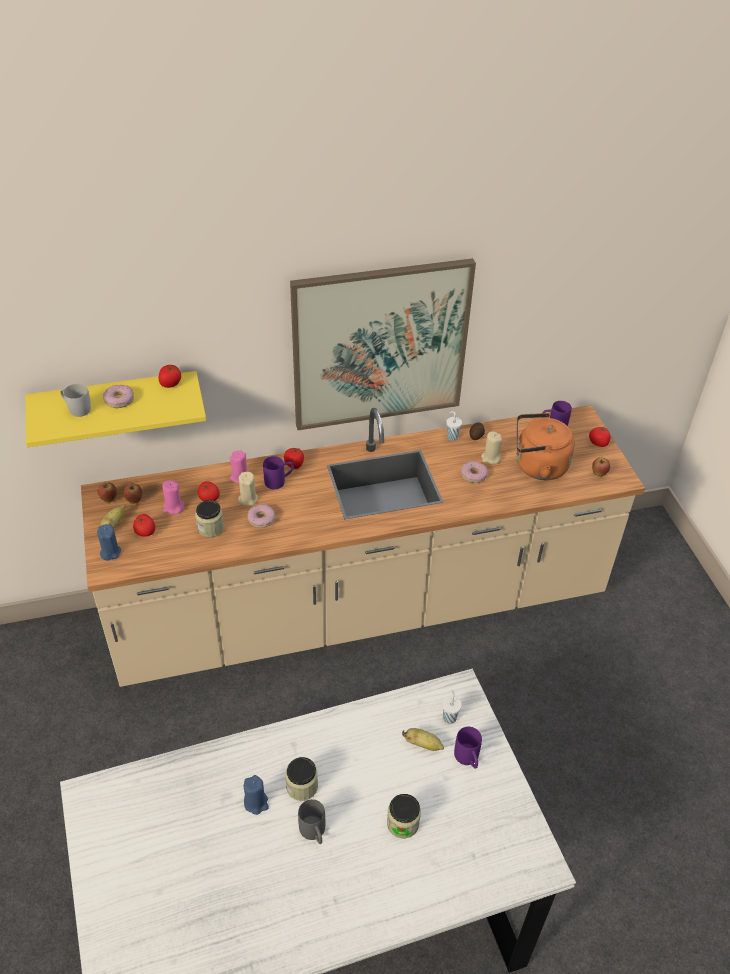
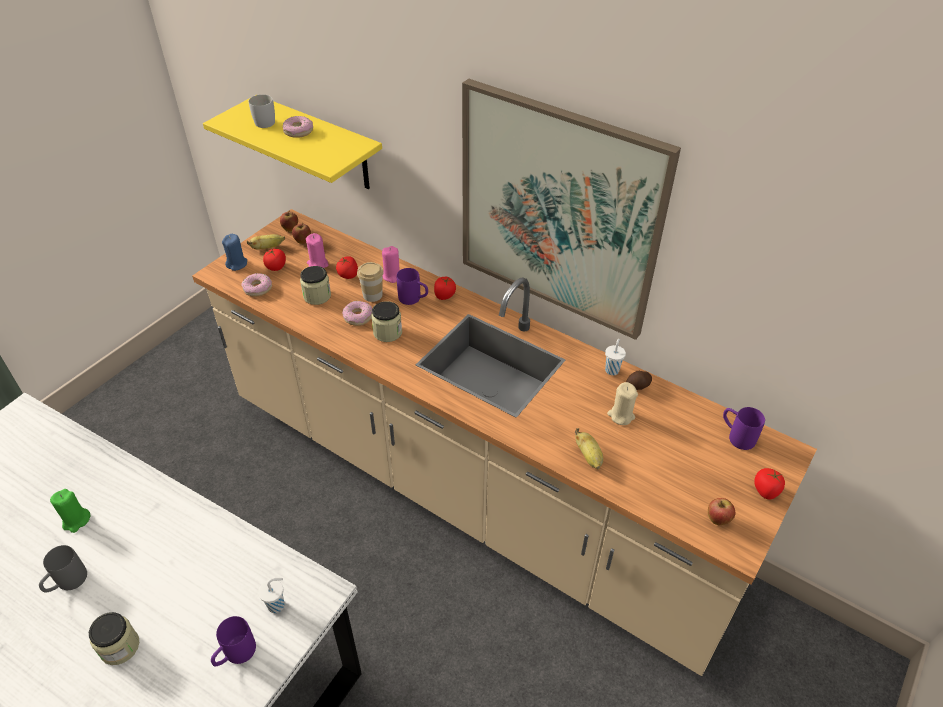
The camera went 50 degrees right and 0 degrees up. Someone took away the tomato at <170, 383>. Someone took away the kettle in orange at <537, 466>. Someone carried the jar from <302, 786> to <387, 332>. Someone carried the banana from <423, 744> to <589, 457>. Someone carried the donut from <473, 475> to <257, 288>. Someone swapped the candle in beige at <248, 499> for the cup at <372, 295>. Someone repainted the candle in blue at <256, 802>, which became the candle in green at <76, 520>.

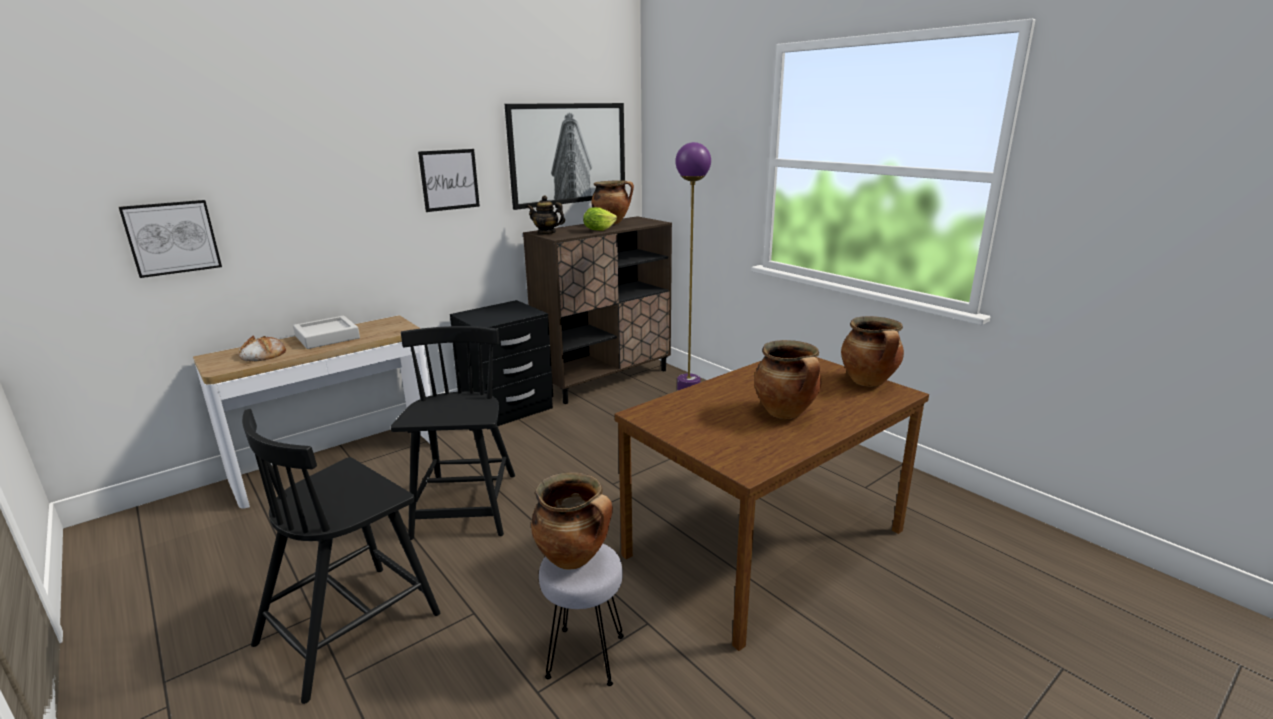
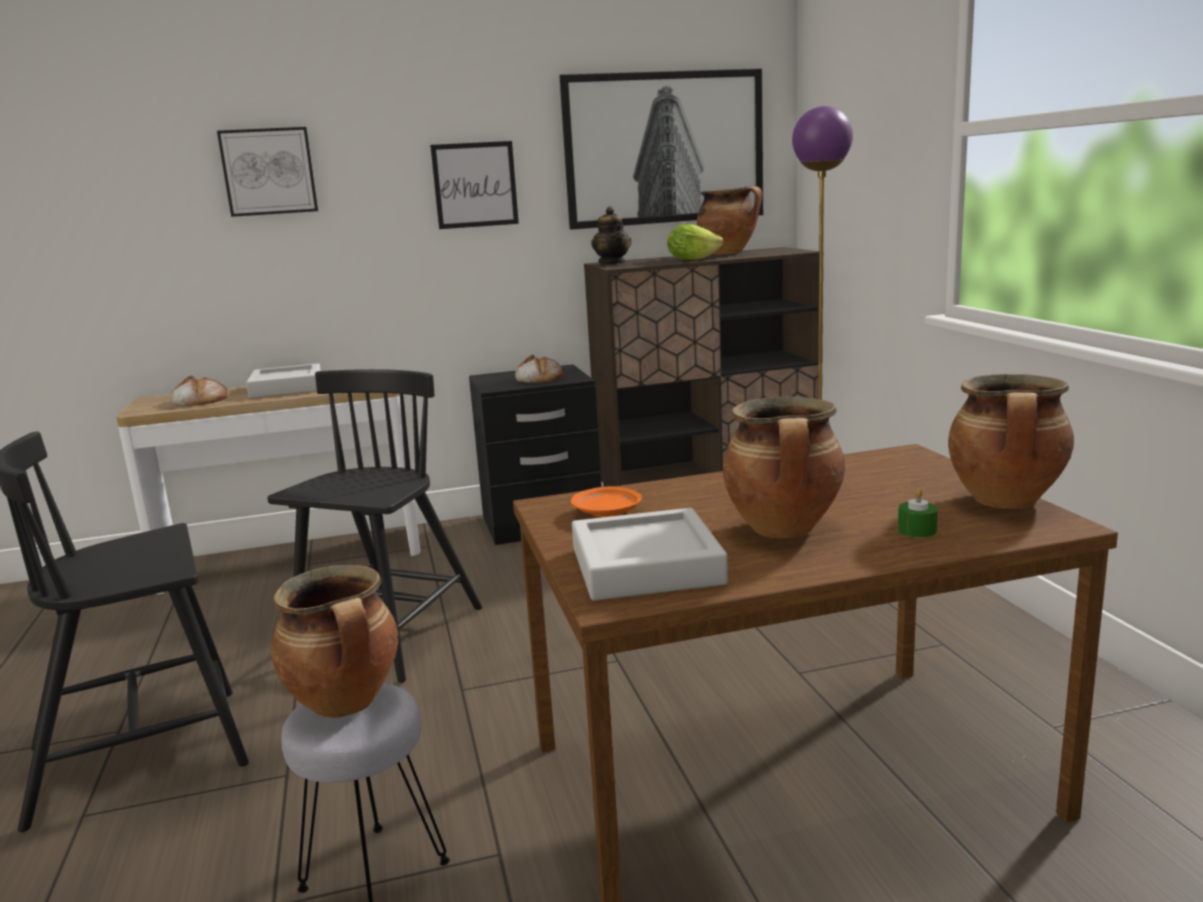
The camera went 25 degrees right and 5 degrees down. Someone put down the bread at <538, 377>. Someone put down the plate in orange at <607, 513>. Someone put down the tray in grey at <646, 566>. Someone put down the candle in green at <917, 530>. Someone carried the picture from <172, 237> to <269, 172>. Someone rotated the teapot at <546, 233> by 150 degrees counterclockwise.

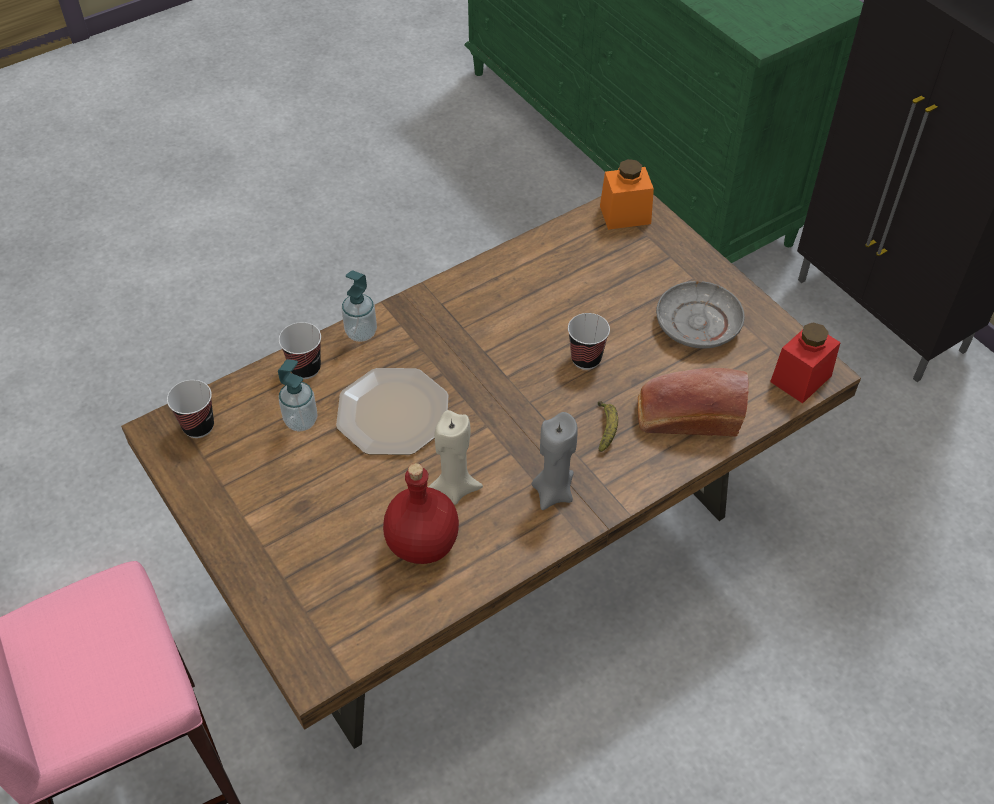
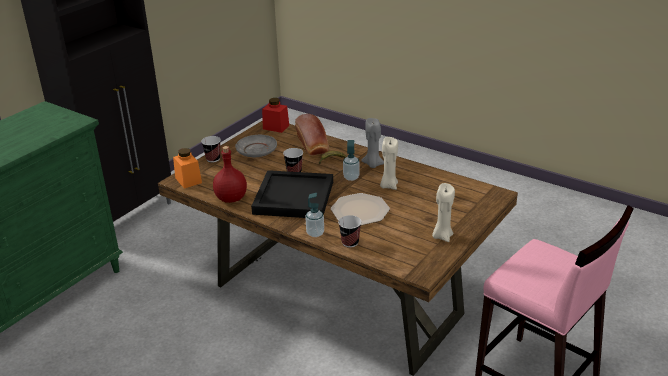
The camera went 110 degrees left and 20 degrees down. Someone put down the tray in black at <293, 197>. Someone put down the candle in beige at <442, 236>. Someone carried the cup from <198, 426> to <213, 159>. Someone carried the soap dispenser from <301, 421> to <351, 177>. Someone carried the bottle in red from <421, 543> to <231, 199>.

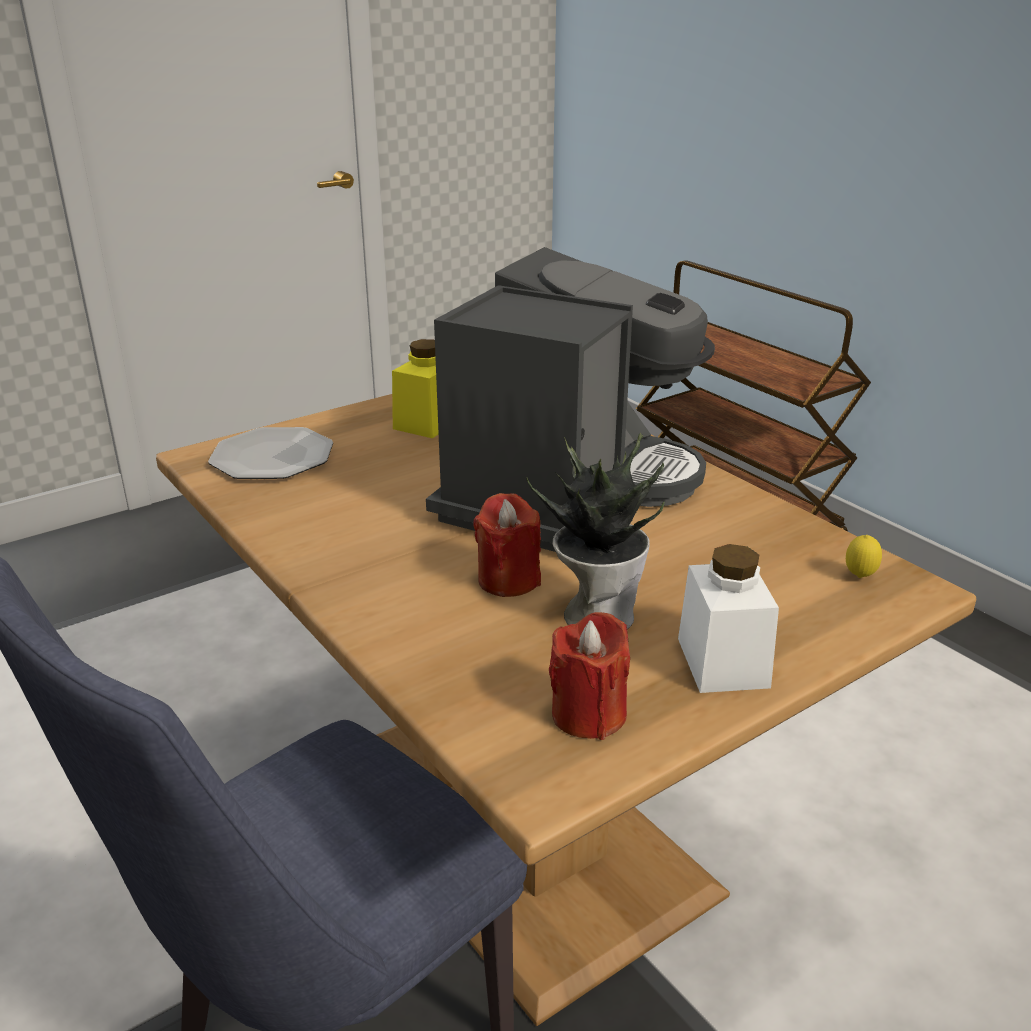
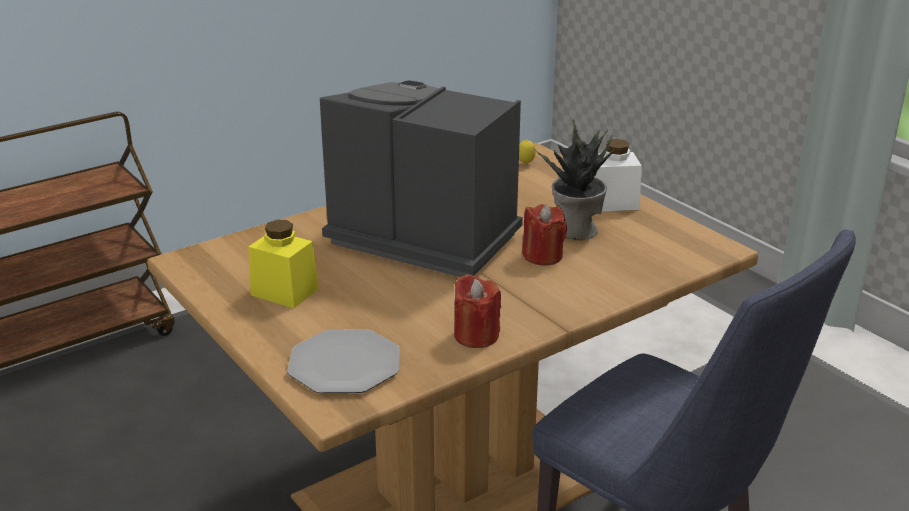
The camera went 90 degrees left and 0 degrees up. Someone carried the candle in red from <588, 714> to <476, 335>.

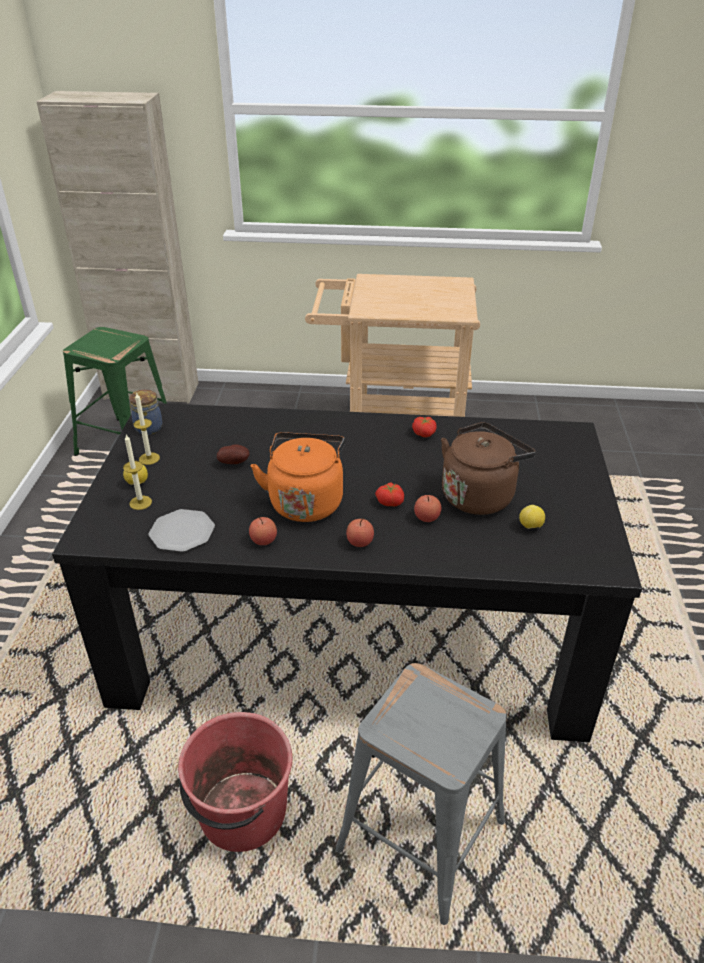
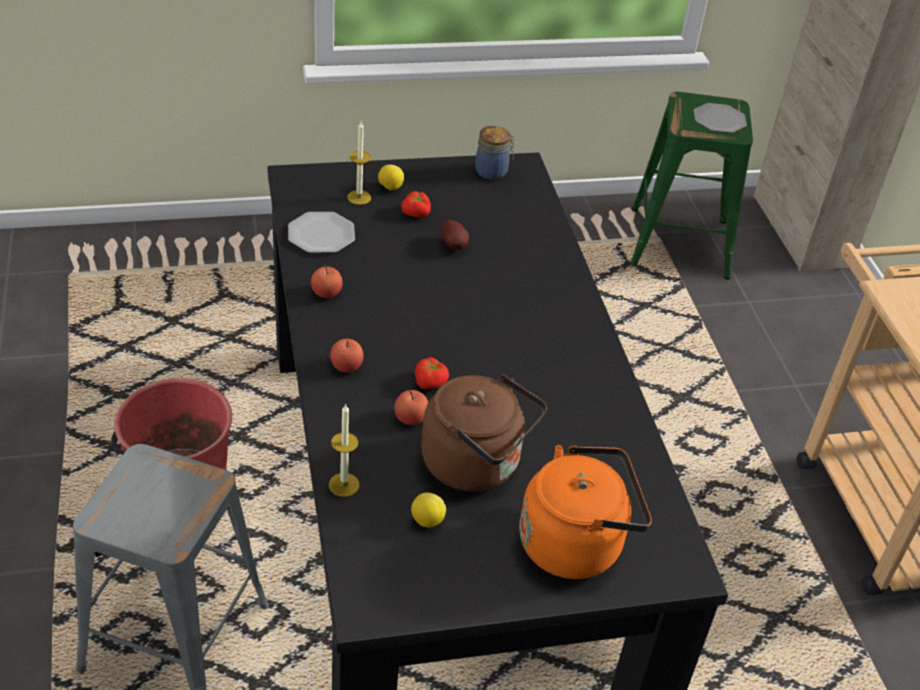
The camera went 70 degrees right and 5 degrees up. Someone put down the plate at <719, 120>. Someone carried the candle from <149, 458> to <344, 484>. Someone carried the kettle in orange from <306, 501> to <576, 543>. Someone carried the tomato from <424, 433> to <416, 213>.

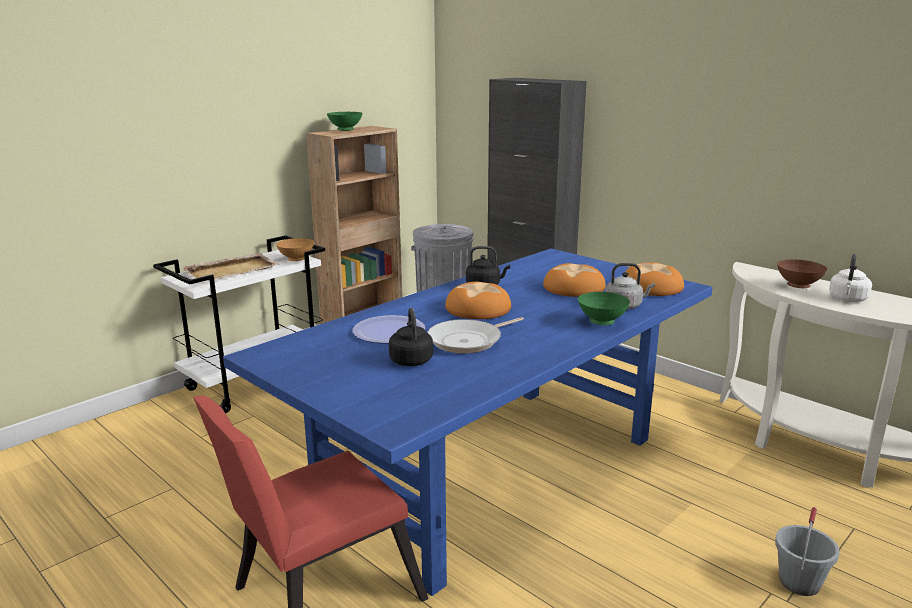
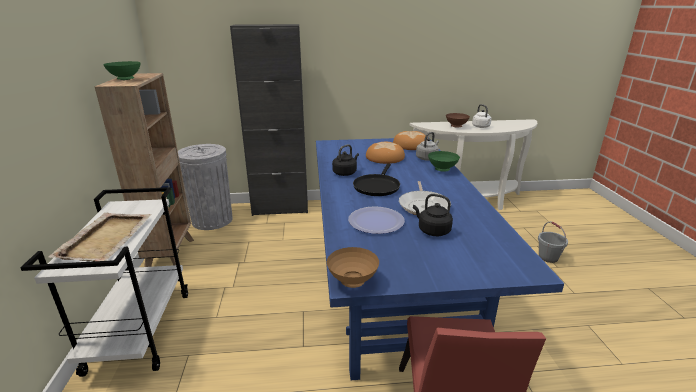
The camera went 50 degrees left and 5 degrees up. Someone carried the bowl in brown from <296, 260> to <353, 282>. Someone swapped the bread at <477, 308> for the frying pan in black at <377, 186>.

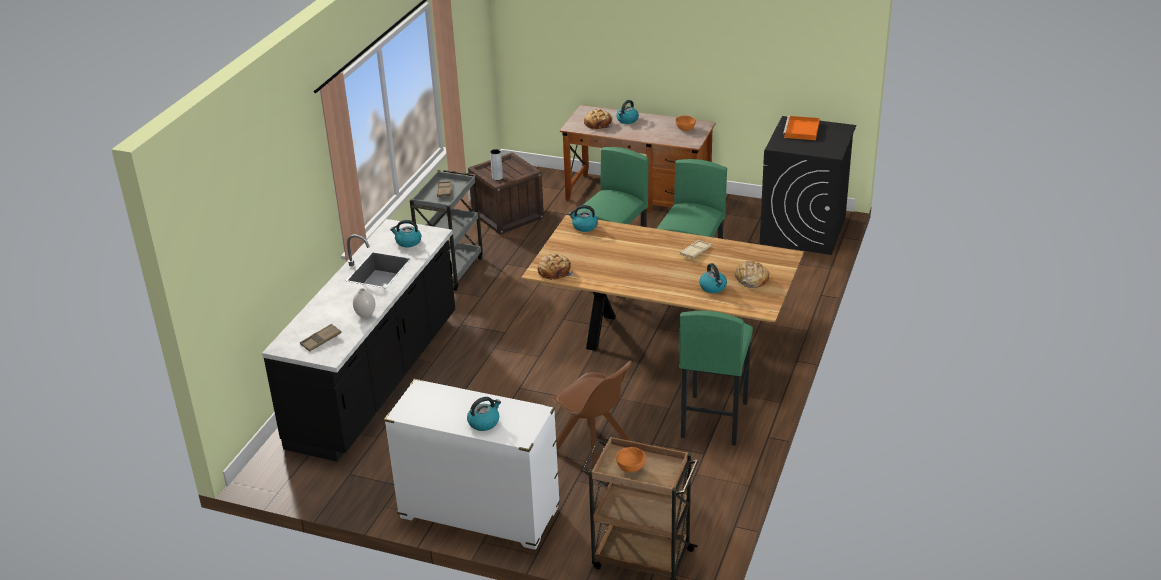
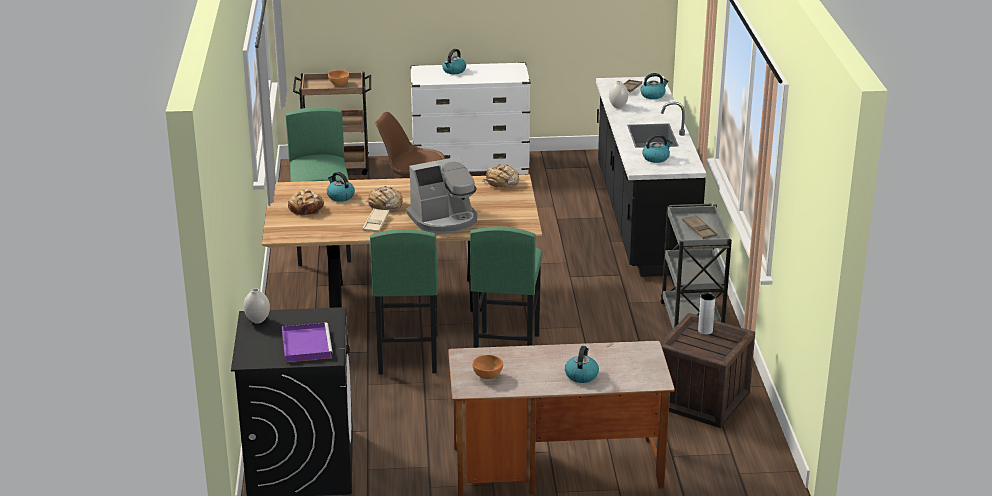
The camera went 155 degrees right and 5 degrees down. Someone put down the vase in white at <258, 320>. Someone put down the coffee machine at <444, 220>. Someone carried the kettle from <584, 226> to <653, 95>. Someone carried the bread from <598, 124> to <385, 205>. Someone repainted the tray in orange at <802, 130>, which became the tray in purple at <305, 344>.

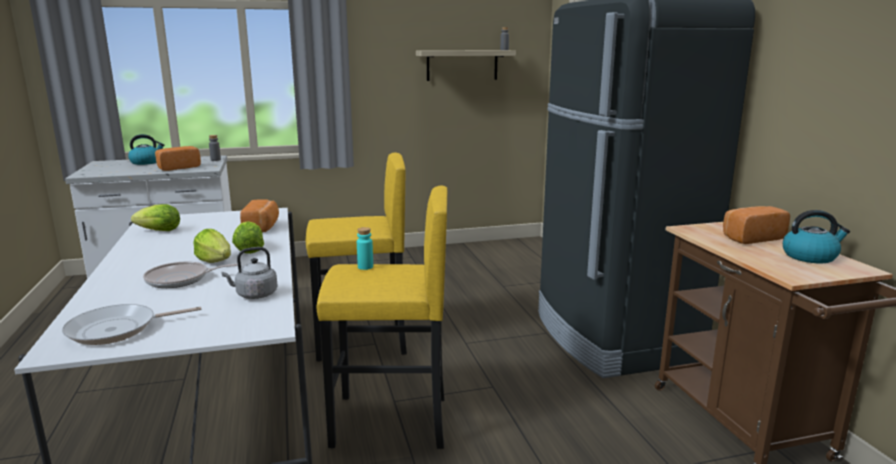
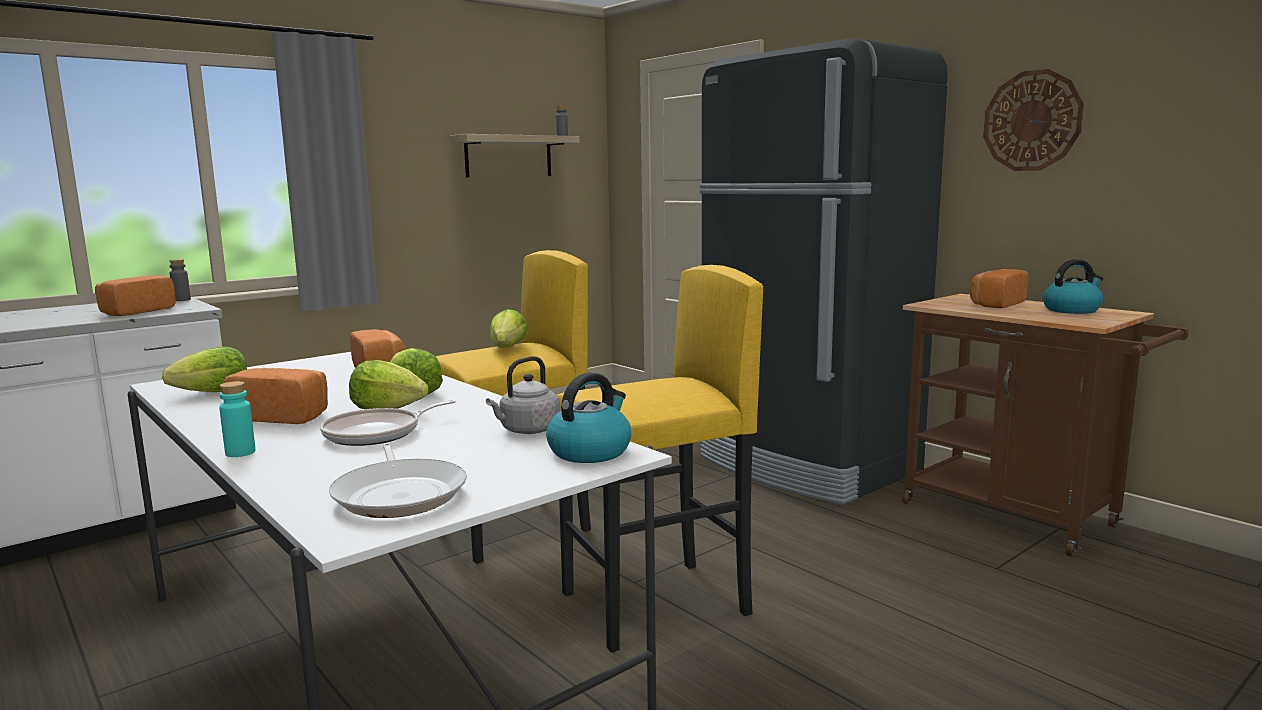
The camera went 25 degrees left and 5 degrees down. Someone put down the bread at <282, 416>. Someone put down the lettuce at <508, 348>. Someone put up the wall clock at <1032, 121>. Someone carried the kettle from <146, 162> to <590, 451>. Someone carried the bottle in turquoise from <365, 267> to <240, 453>. Someone rotated the frying pan at <118, 329> by 60 degrees counterclockwise.

